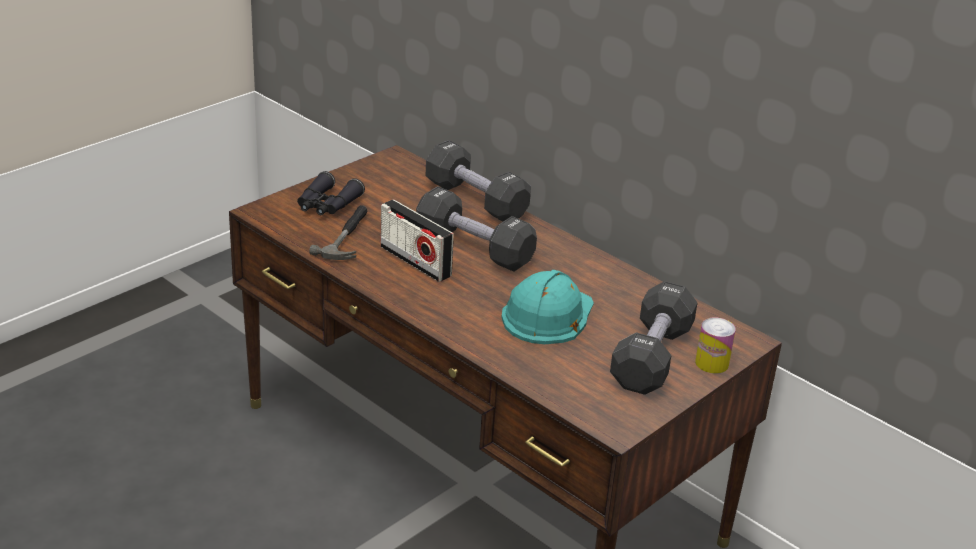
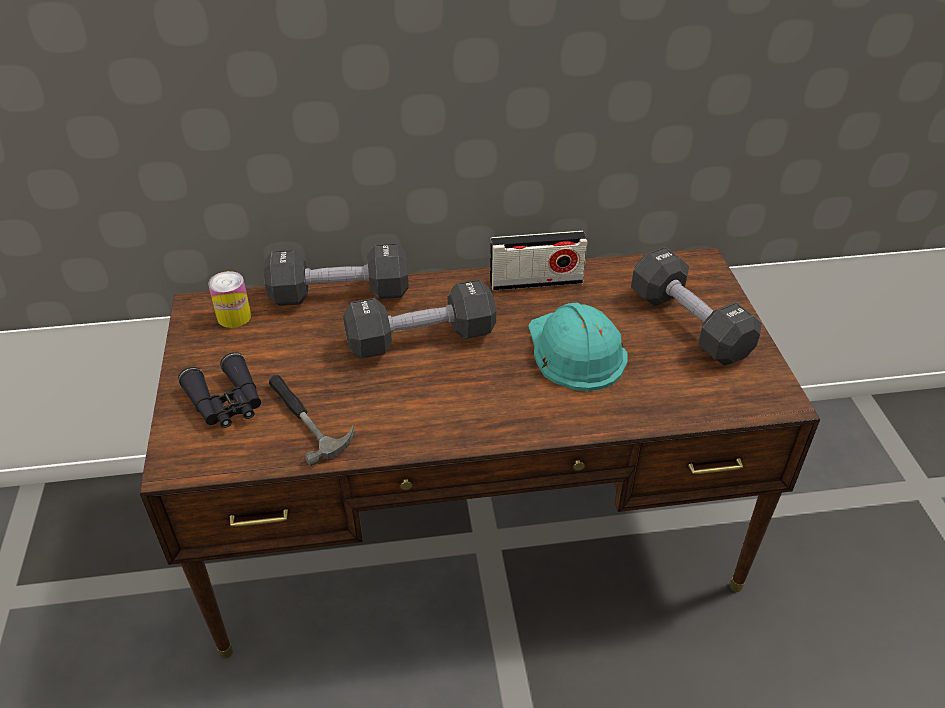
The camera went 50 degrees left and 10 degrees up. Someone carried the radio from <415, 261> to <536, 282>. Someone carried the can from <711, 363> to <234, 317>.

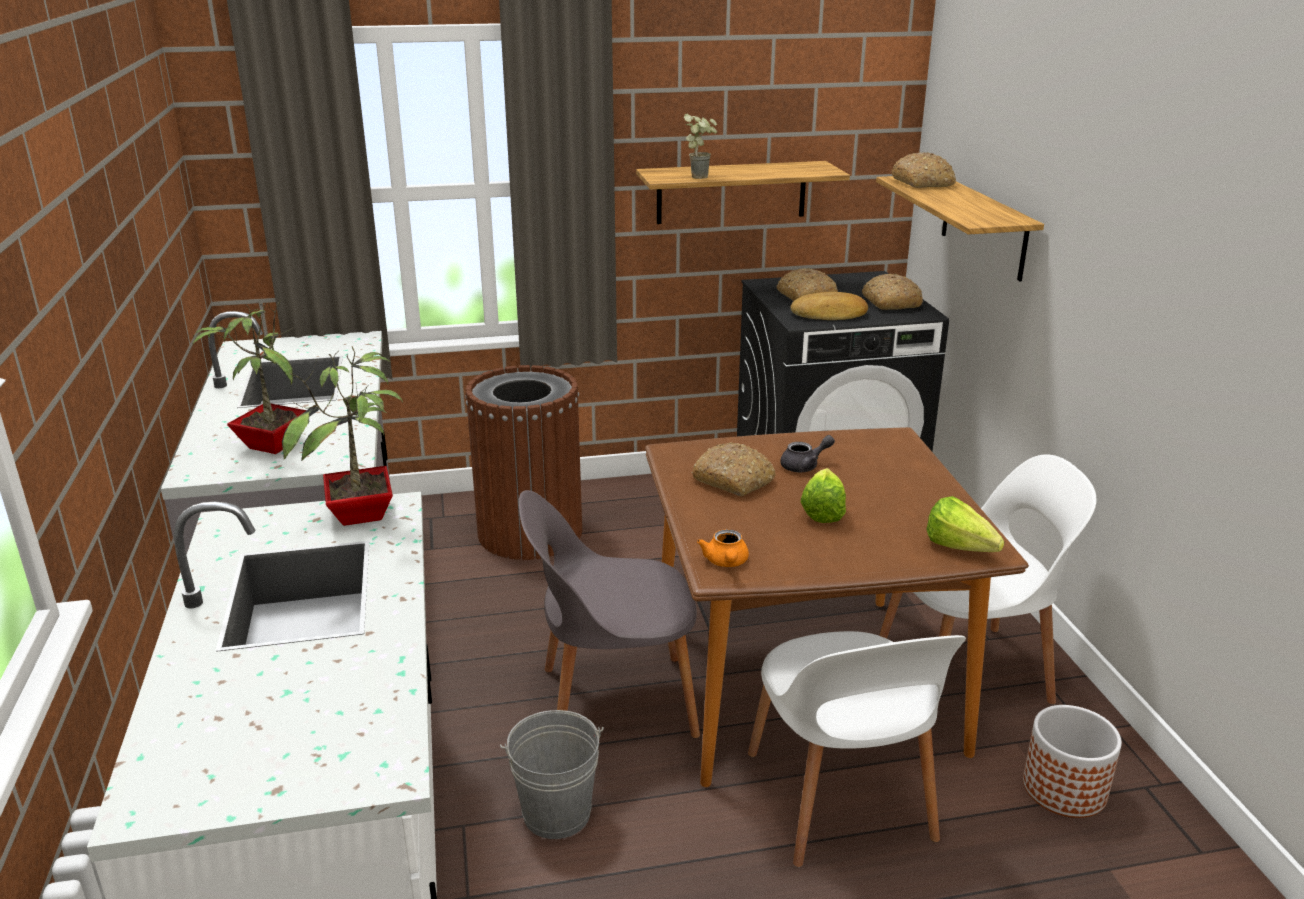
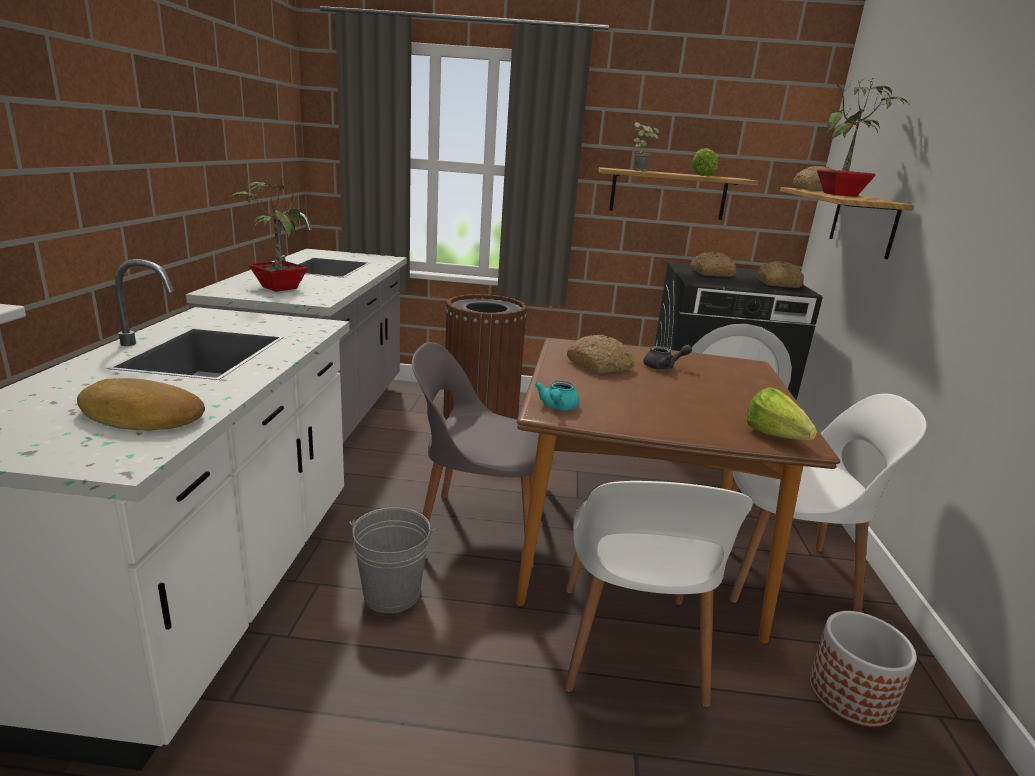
The camera went 15 degrees right and 5 degrees down. Someone carried the potted plant from <361, 516> to <841, 195>. Someone carried the bread from <830, 314> to <141, 417>. Someone carried the lettuce from <824, 509> to <706, 175>. Someone repainted the teapot in orange at <726, 562>, which became the teapot in turquoise at <557, 407>.

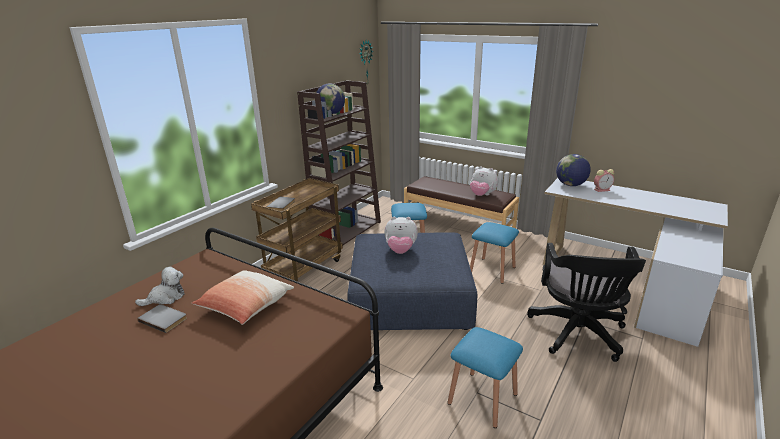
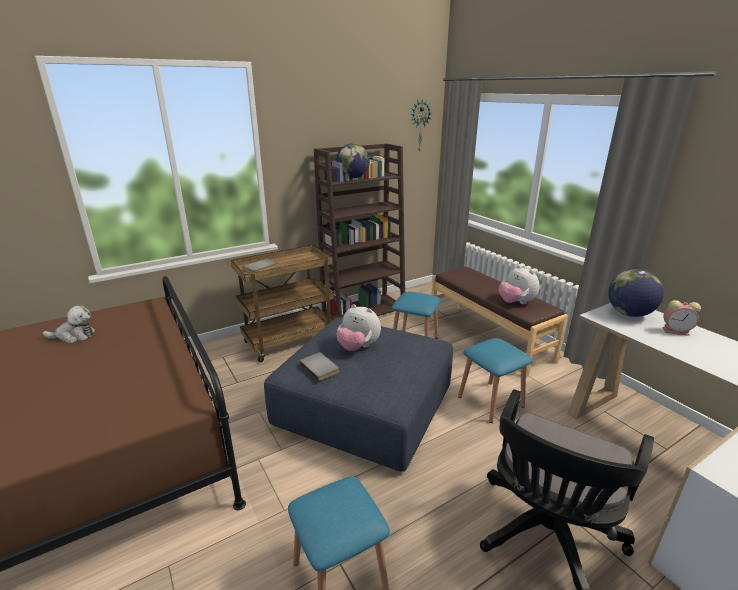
The camera went 25 degrees right and 0 degrees up. Someone took away the pillow at <245, 306>. Someone carried the book in grey from <164, 319> to <320, 367>.

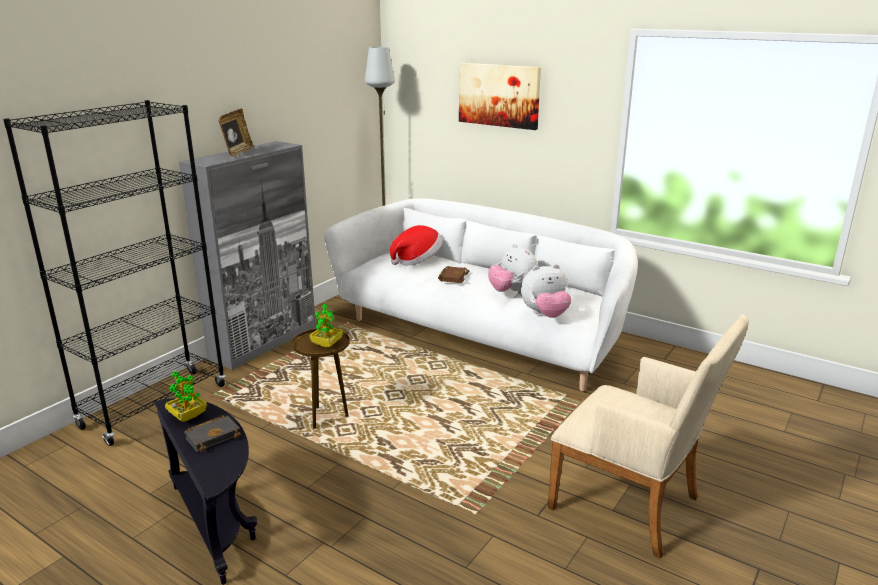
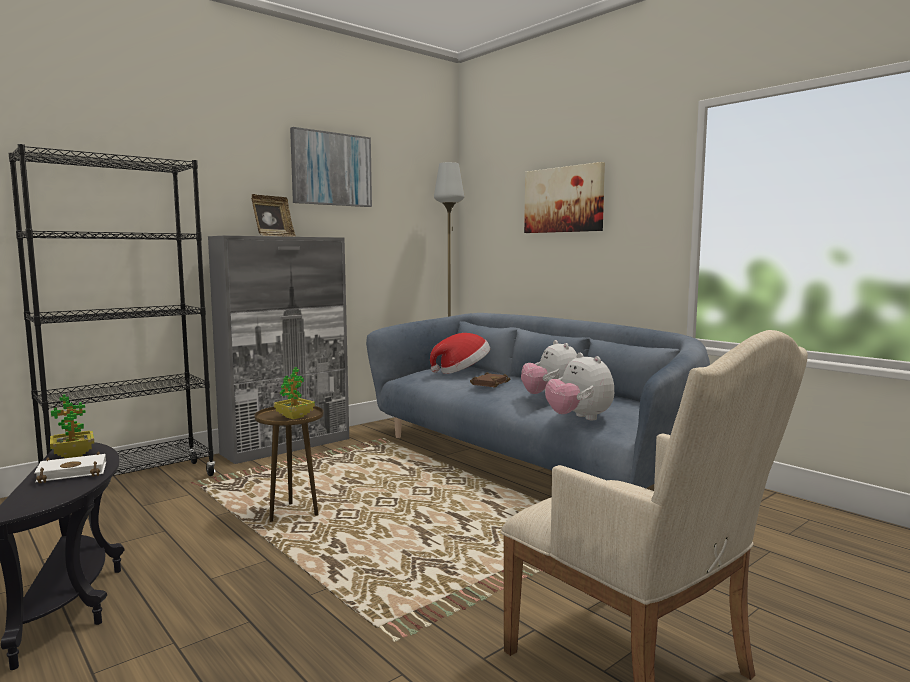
The camera went 15 degrees right and 15 degrees down. Someone put up the picture at <331, 169>. Someone repainted the book in black at <213, 436>, which became the book in white at <74, 472>. Someone repainted the sofa in white at <482, 336>, which became the sofa in blue at <526, 461>. Someone rotated the plush toy at <545, 315> by 60 degrees clockwise.

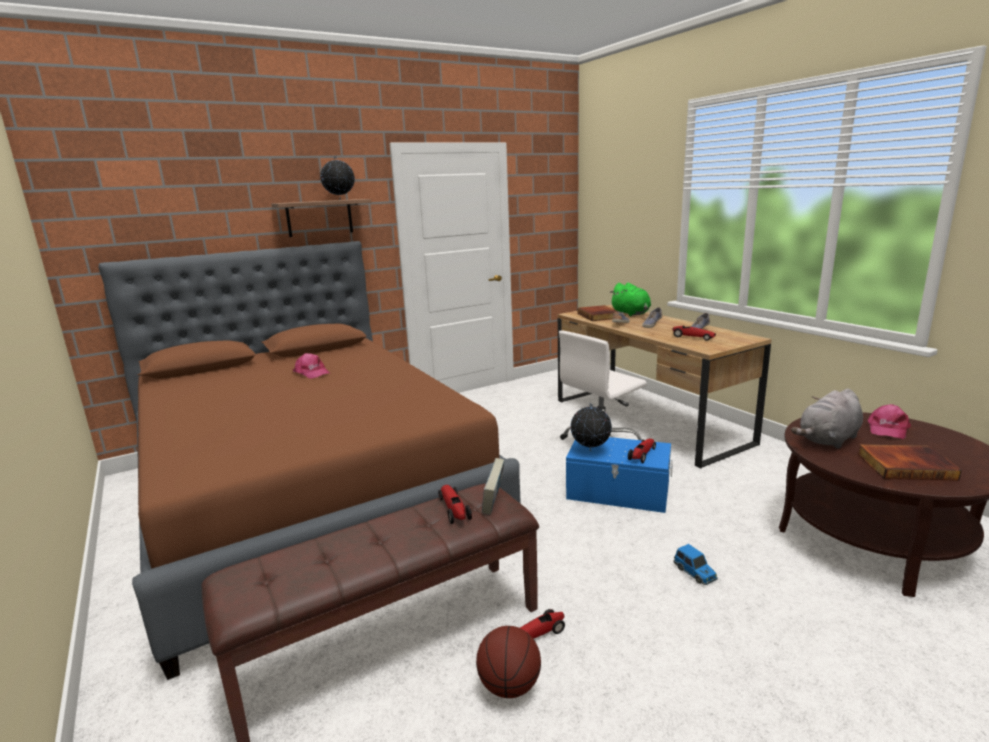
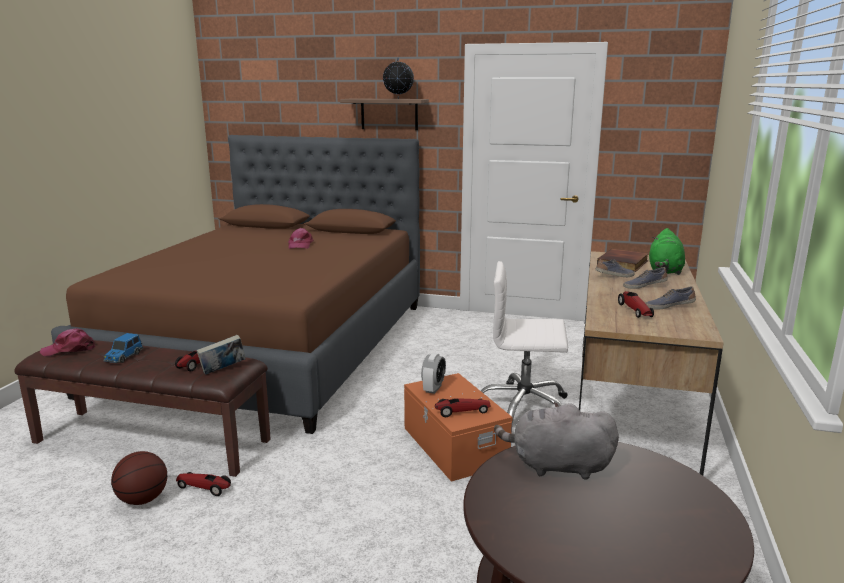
The camera went 45 degrees right and 0 degrees up. Someone took away the book at <905, 465>. Someone carried the toy car from <695, 573> to <123, 357>. Someone carried the cap in pink from <887, 429> to <69, 349>. Someone swapped the globe at <590, 450> for the alarm clock at <433, 388>. Someone repainted the storage box in blue at <618, 492>, which became the storage box in orange at <453, 446>.

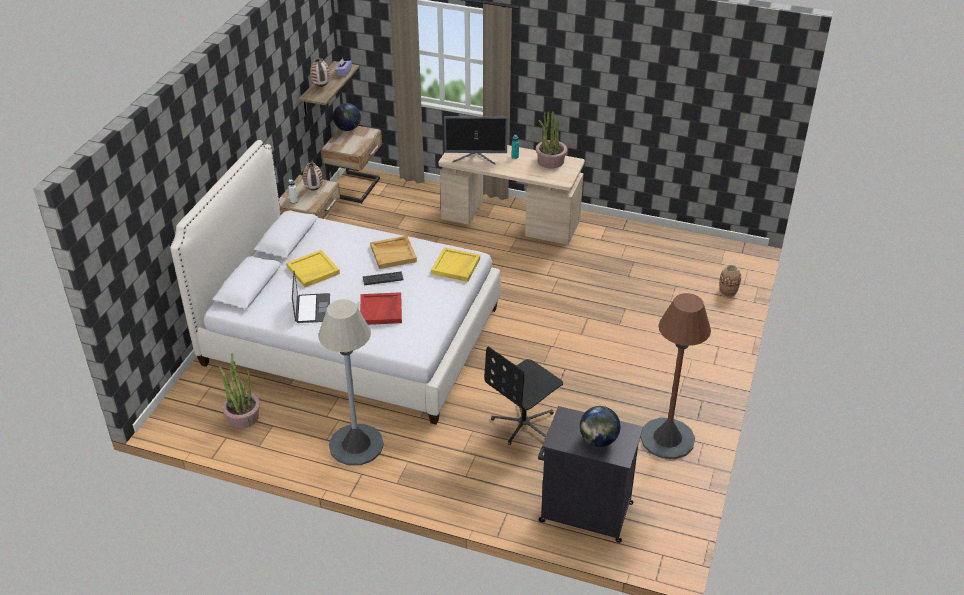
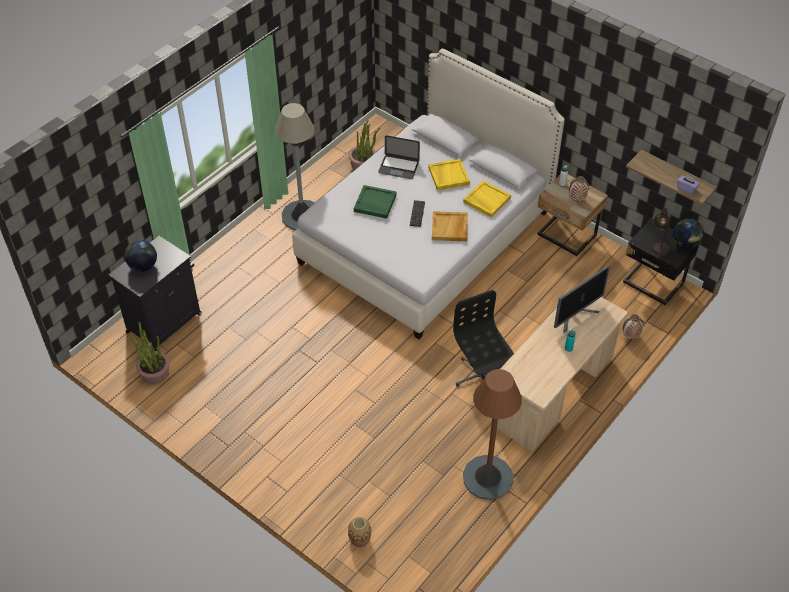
The camera went 110 degrees right and 10 degrees up. Someone put down the table lamp at <658, 245>. Someone carried the vase from <321, 87> to <630, 336>. Someone carried the tray in yellow from <456, 266> to <486, 200>. Someone carried the office chair in black from <524, 424> to <481, 376>. Someone carried the potted plant from <550, 161> to <155, 372>. Someone carried the floor lamp in brown from <667, 438> to <487, 477>. Someone repainted the nightstand in beige at <356, 188>, which became the nightstand in black at <652, 284>. Someone repainted the tray in red at <381, 310>, which became the tray in green at <374, 203>. Someone rotated the monitor at <476, 158> by 150 degrees counterclockwise.

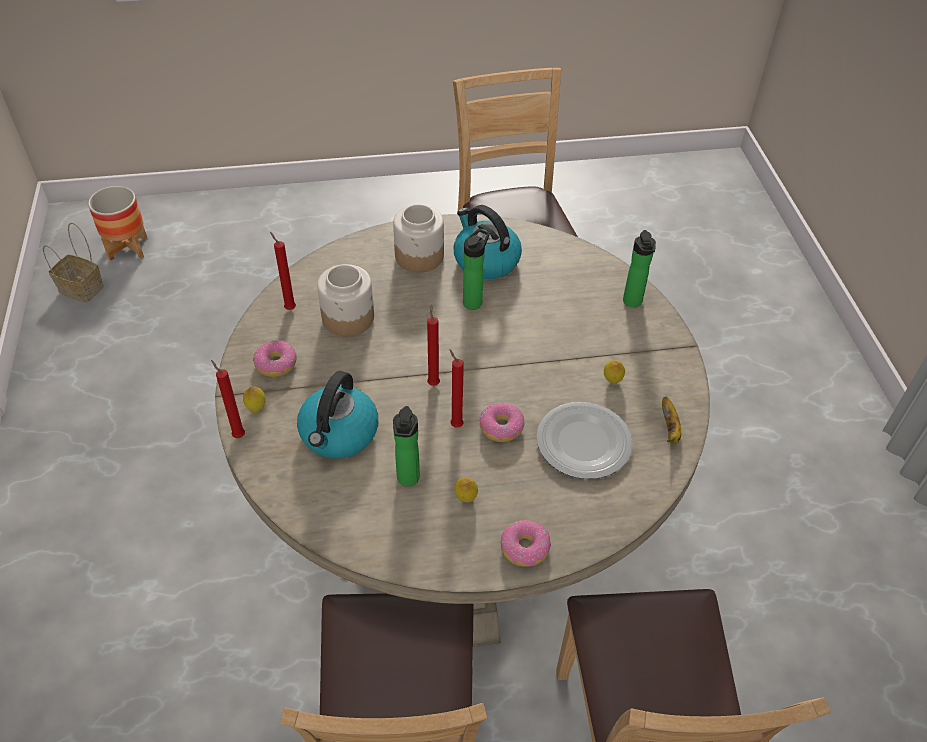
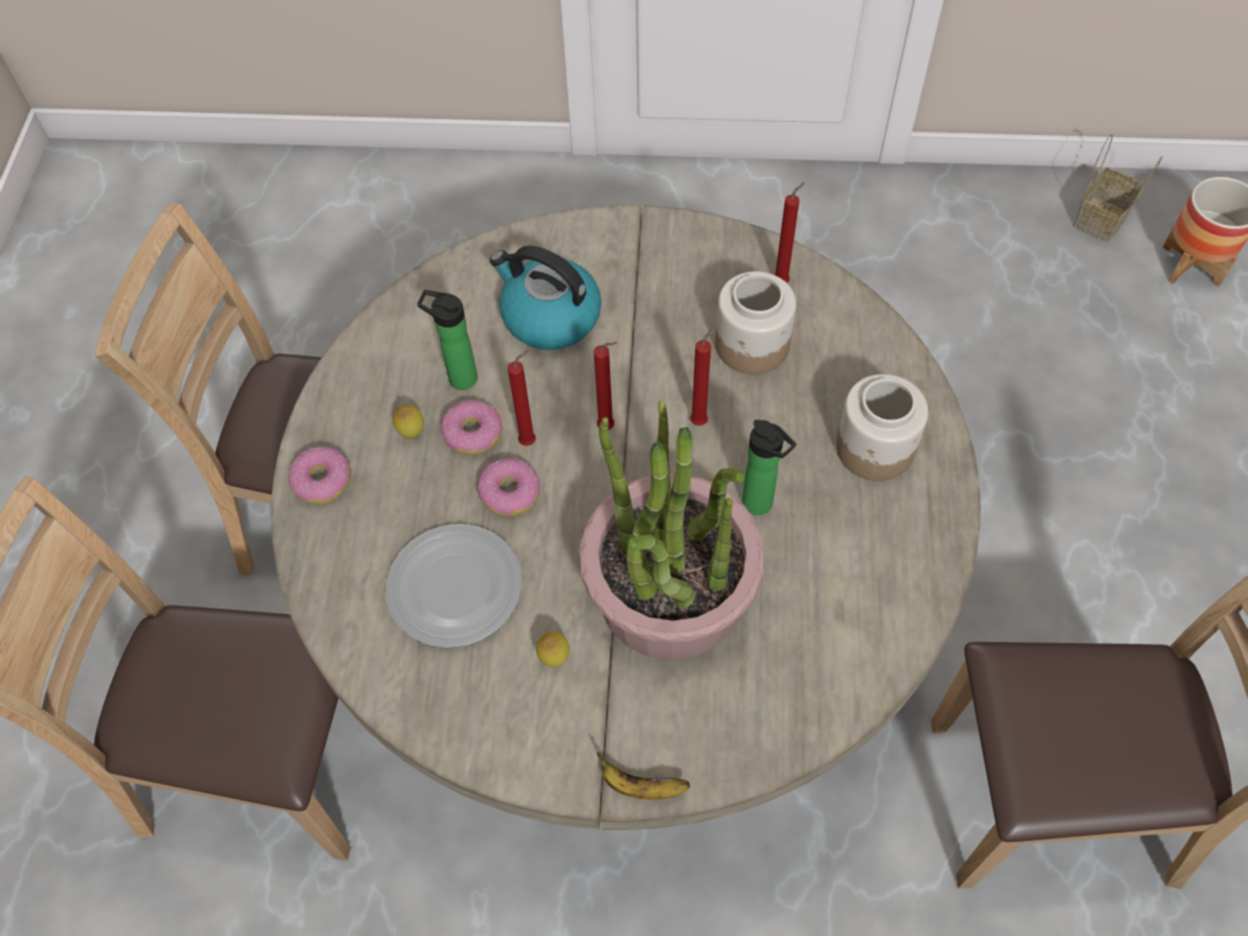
The camera went 105 degrees right and 10 degrees up. Someone took away the lemon at <256, 409>. Someone took away the kettle at <485, 260>. Someone took away the bottle at <632, 303>. Someone put down the potted plant at <670, 593>. Someone carried the candle in red from <237, 435> to <701, 421>. Someone carried the donut from <276, 364> to <472, 434>. Someone carried the banana from <670, 429> to <641, 787>.

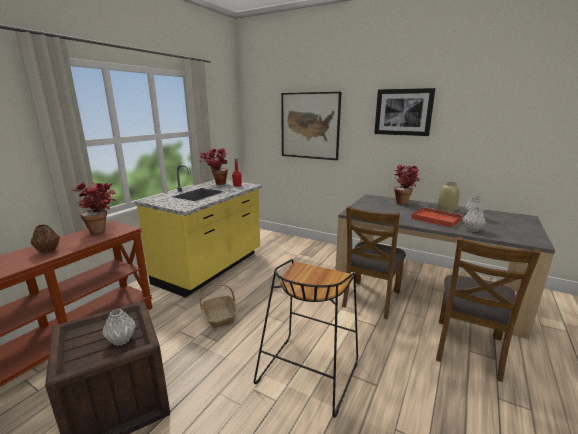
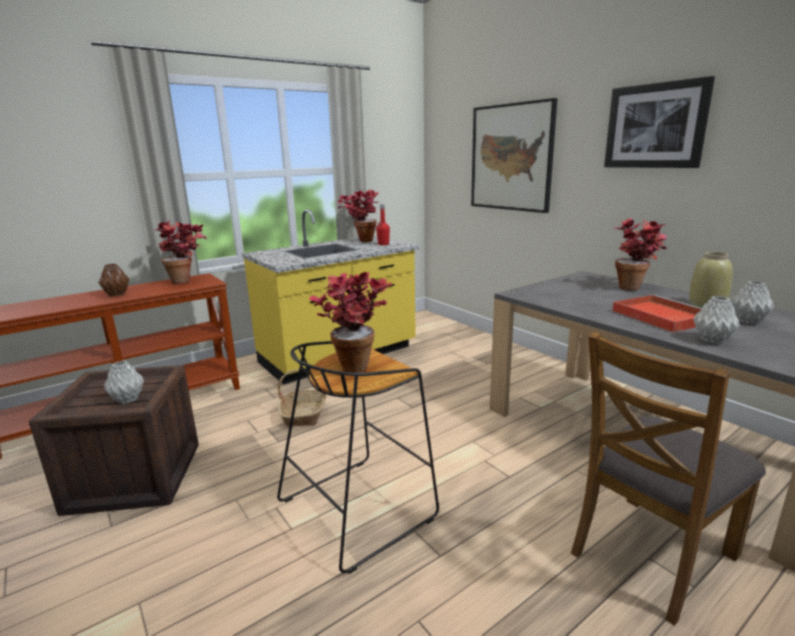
The camera went 25 degrees right and 0 degrees up. Someone took away the chair in brown at <370, 298>. Someone put down the potted plant at <353, 364>.

